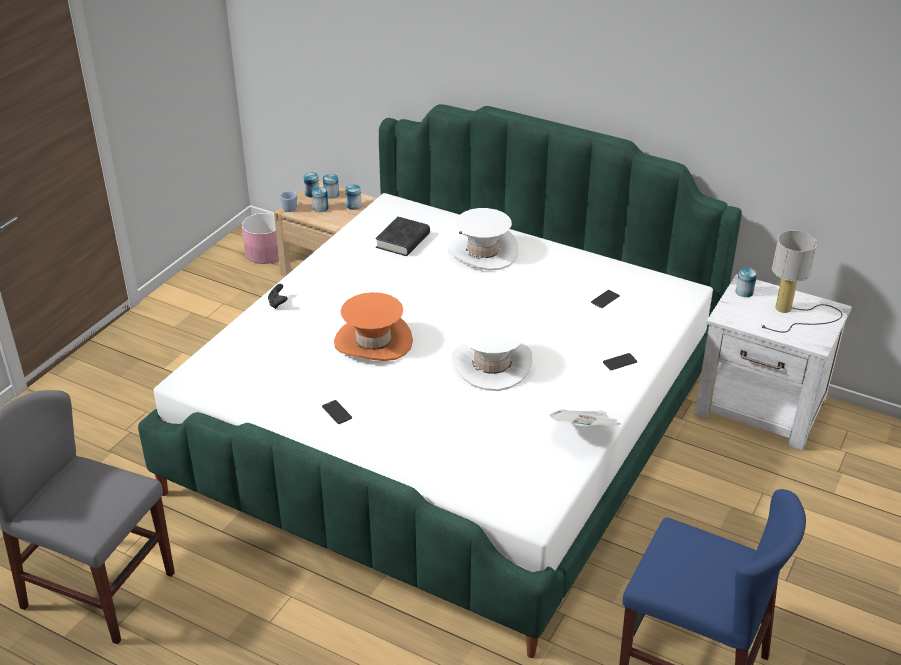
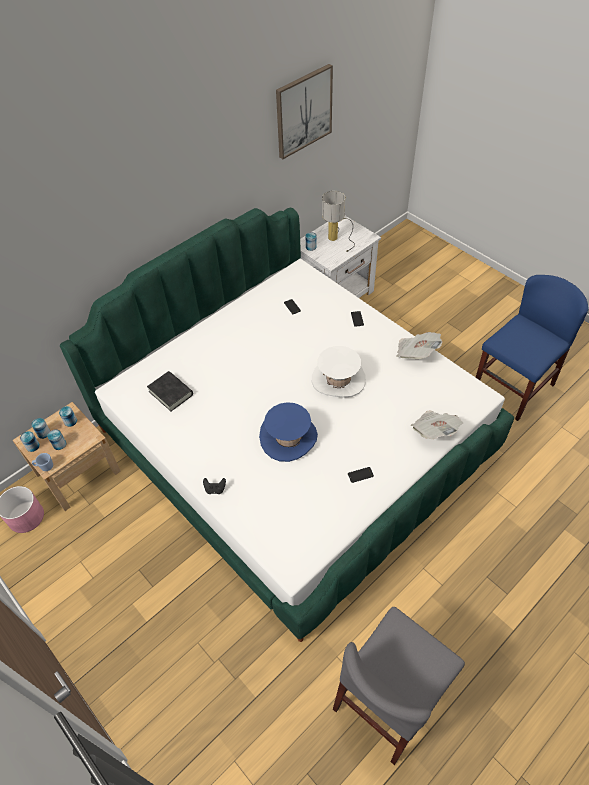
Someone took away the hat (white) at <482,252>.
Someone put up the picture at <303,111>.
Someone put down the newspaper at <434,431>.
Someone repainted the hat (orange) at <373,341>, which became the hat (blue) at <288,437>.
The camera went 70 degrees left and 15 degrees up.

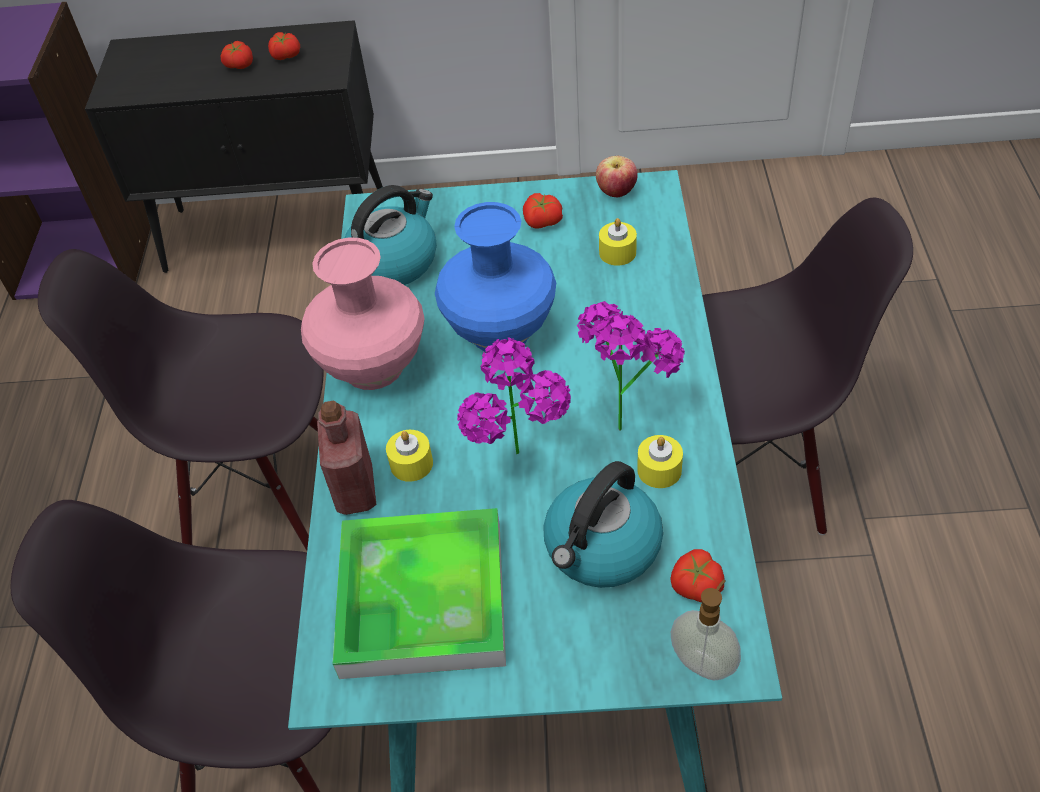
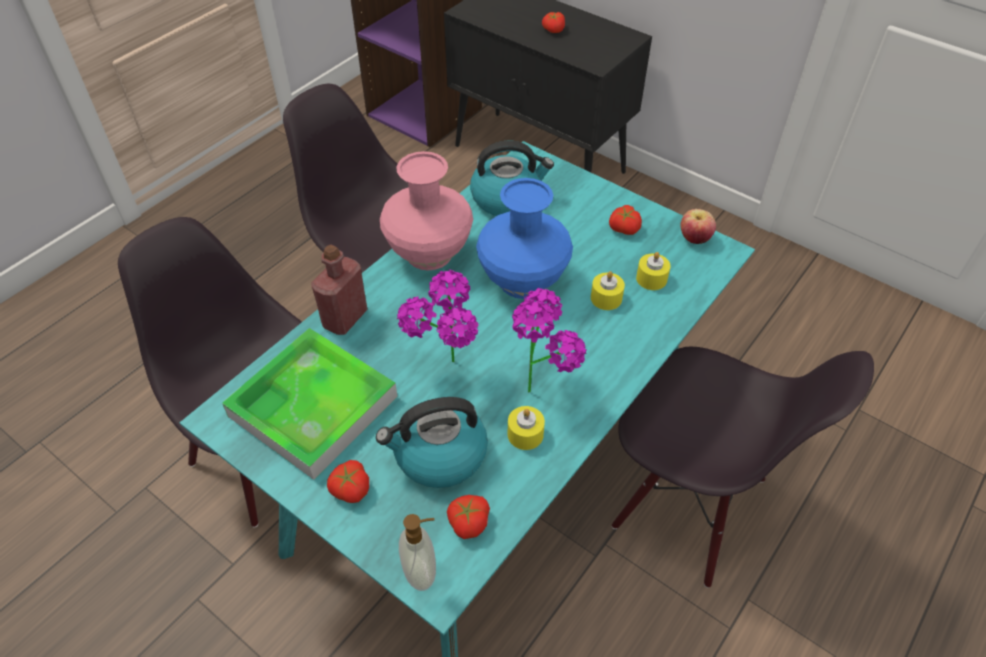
Someone carried the tomato from <285,56> to <350,489>.
Someone carried the candle (yellow) from <411,464> to <606,298>.
The camera went 35 degrees right and 0 degrees up.

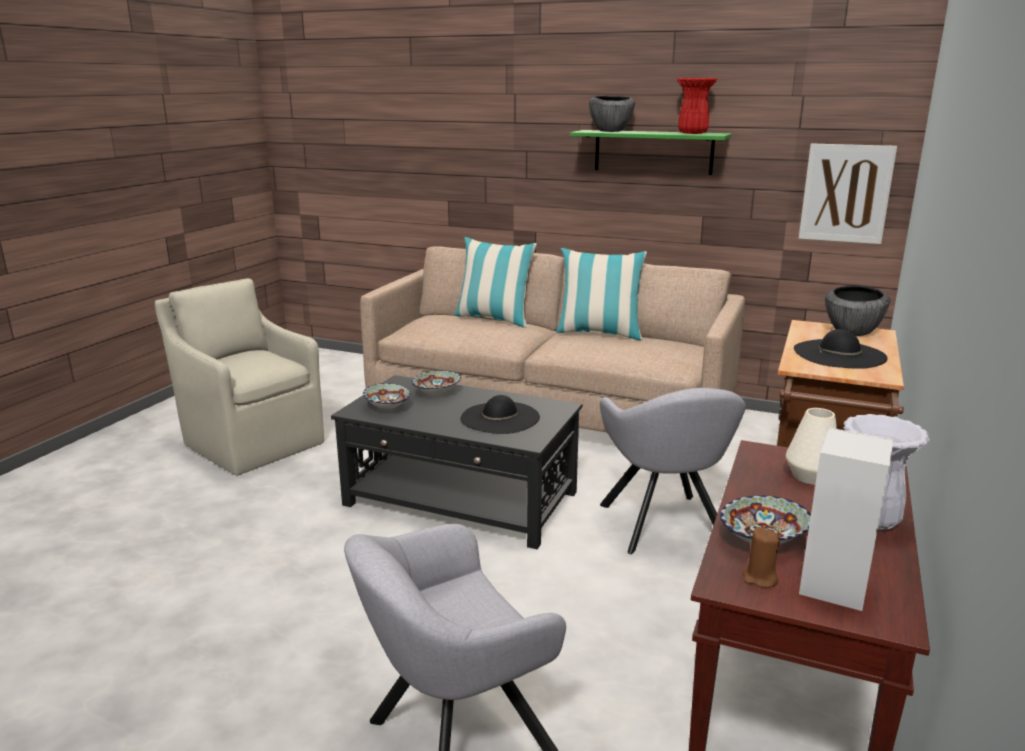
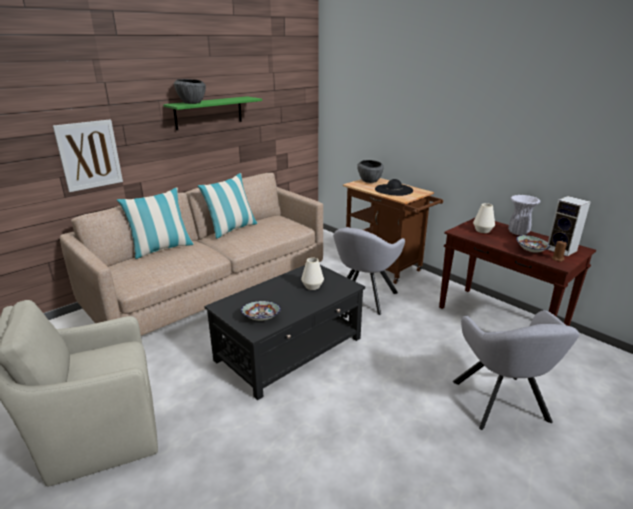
Someone took away the bowl at <436,393>.
Someone took away the vase (red) at <693,133>.
Someone carried the picture from <846,193> to <89,155>.
Someone swapped the hat (black) at <500,418> for the vase (white) at <312,286>.
Someone rotated the armchair (grey) at <664,527> by 105 degrees clockwise.
The camera went 65 degrees left and 5 degrees up.

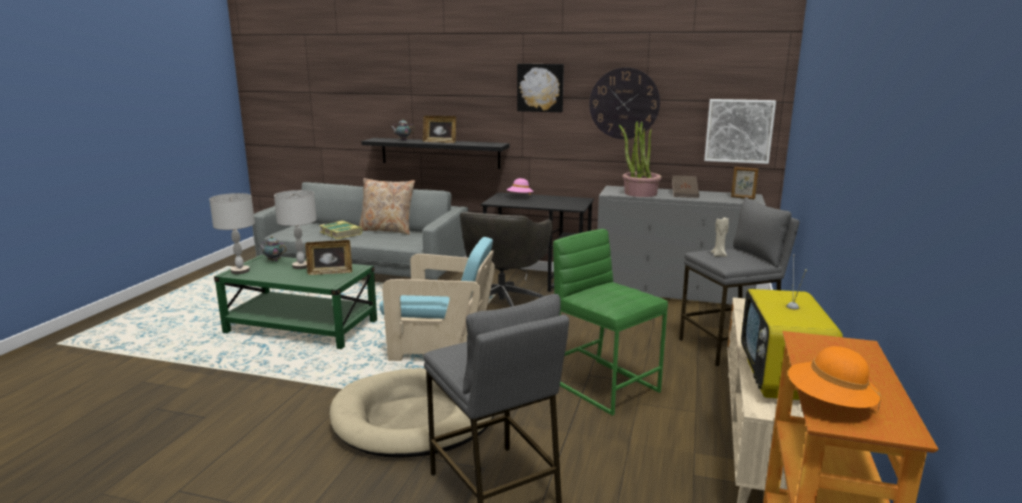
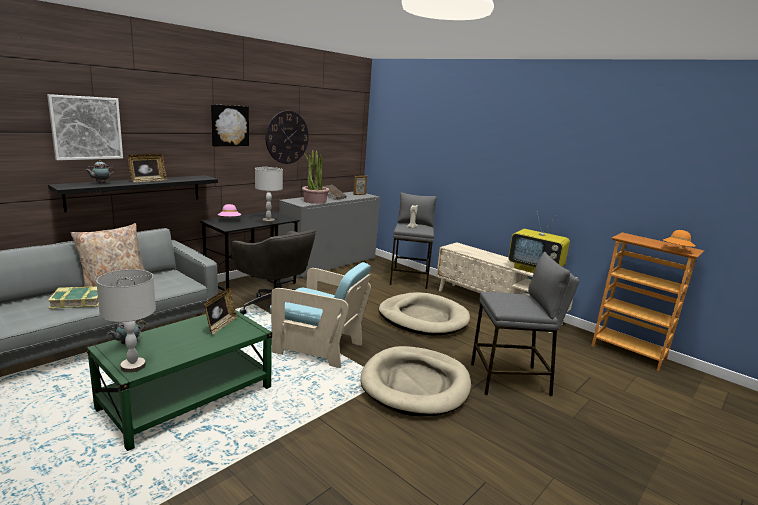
Someone carried the table lamp (grey) from <301,266> to <268,221>.
Someone carried the picture from <739,131> to <86,128>.
Someone swapped the stool (green) at <604,385> for the dog bed (beige) at <423,318>.
Someone rotated the armchair (turquoise) at <440,347> by 75 degrees clockwise.
The camera went 65 degrees left and 0 degrees up.

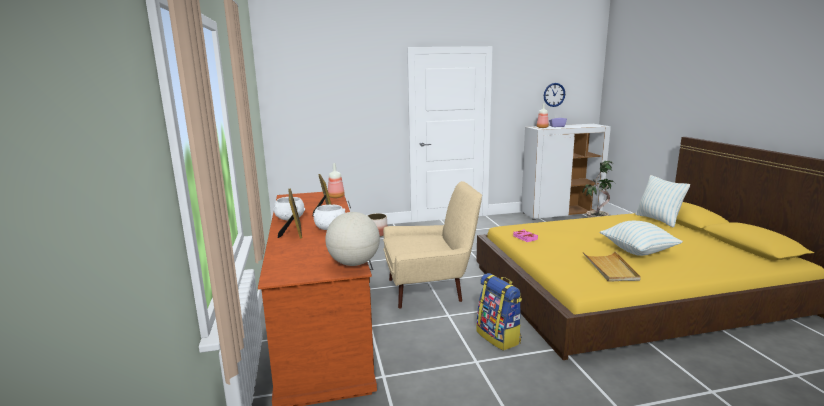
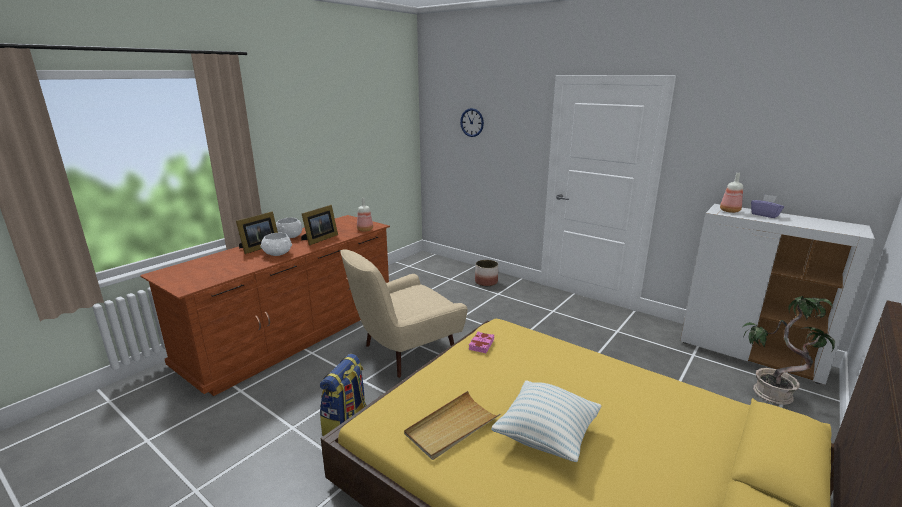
Someone took away the globe at <354,263>.
Someone took away the pillow at <658,220>.
Someone carried the wall clock from <554,94> to <472,122>.
Someone rotated the armchair (beige) at <429,289> by 105 degrees clockwise.
The camera went 50 degrees right and 5 degrees up.

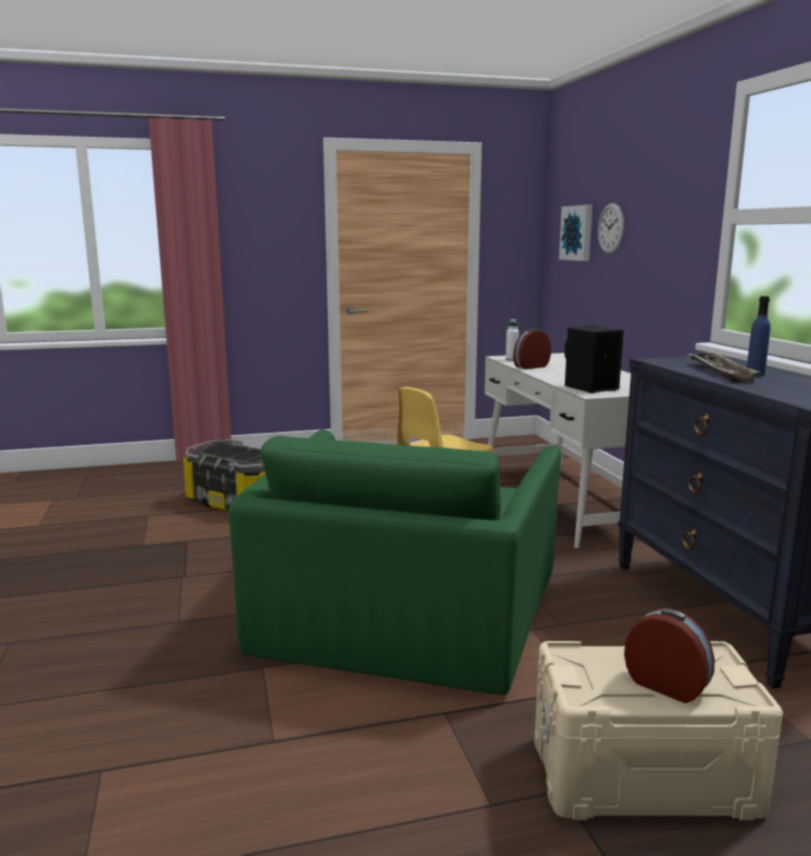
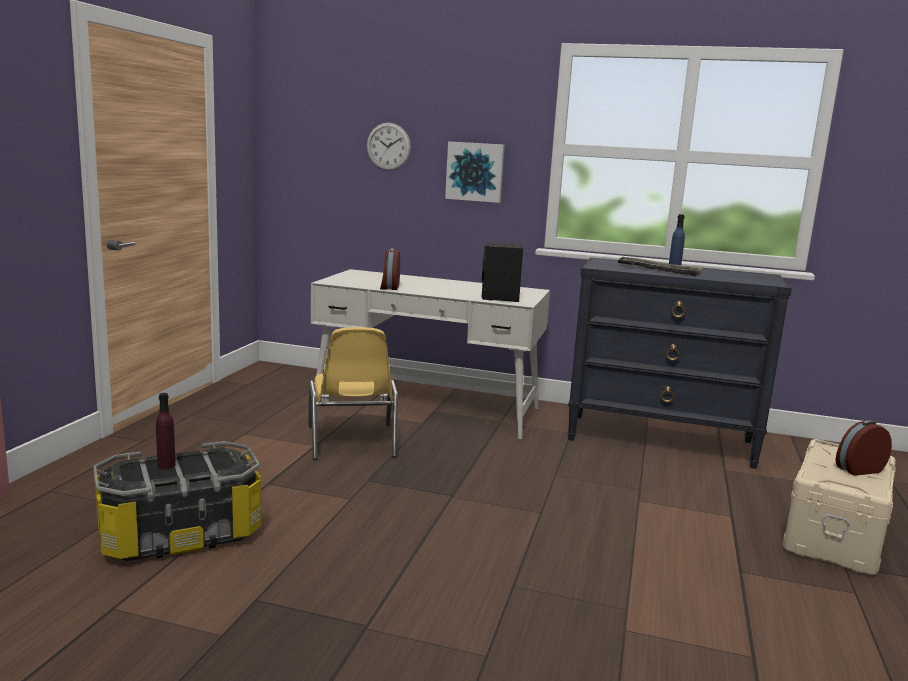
Someone took away the armchair (green) at <405,609>.
Someone took away the bottle (white) at <511,359>.
Someone put down the bottle (purple) at <166,465>.
Someone carried the picture from <578,233> to <475,172>.
The camera went 60 degrees left and 0 degrees up.

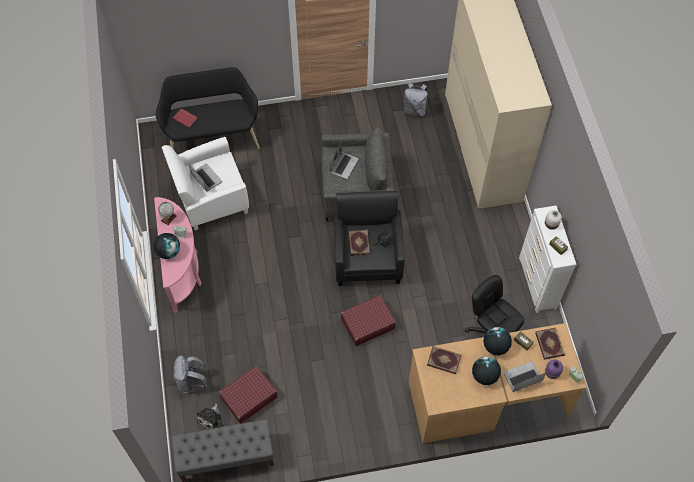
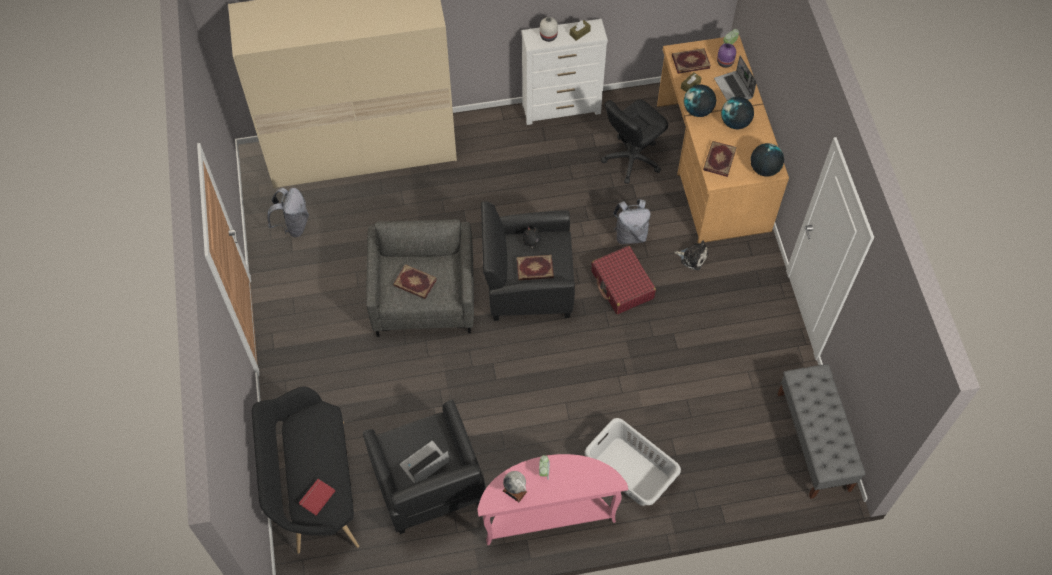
Someone took away the suitcase (red) at <248,397>.
Someone put down the laundry basket (grey) at <630,472>.
Someone carried the globe from <168,252> to <764,169>.
Someone carried the backpack (grey) from <191,382> to <630,234>.
Someone carried the plush toy from <210,418> to <692,257>.
Someone swapped the laptop at <343,165> for the book at <414,283>.
Someone repainted the armchair (white) at <211,198>, which became the armchair (black) at <428,484>.
The camera went 90 degrees left and 0 degrees up.

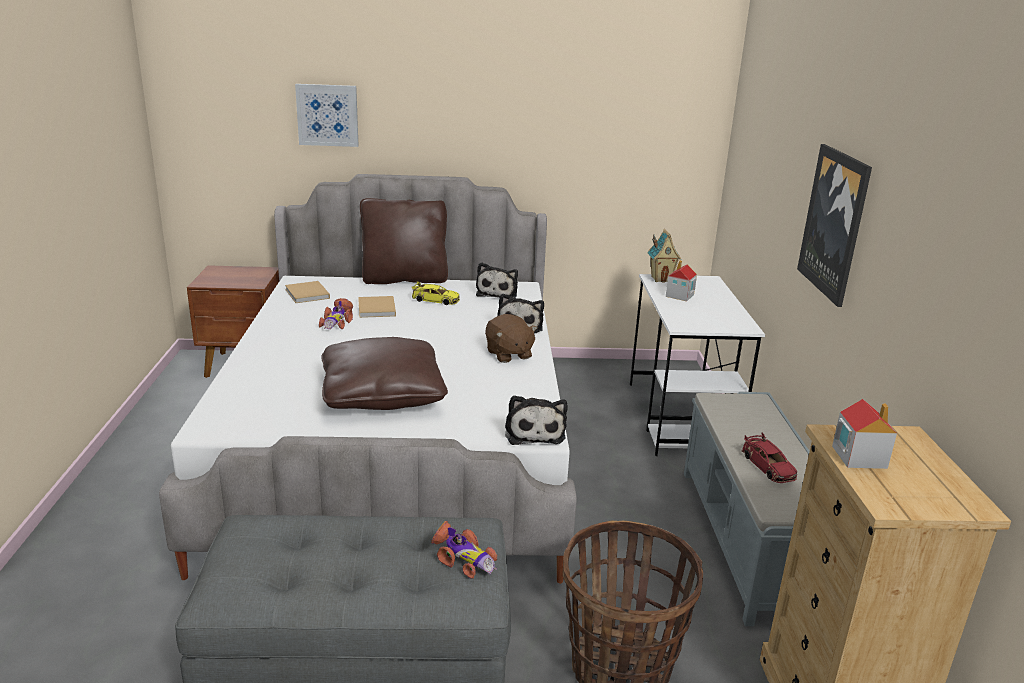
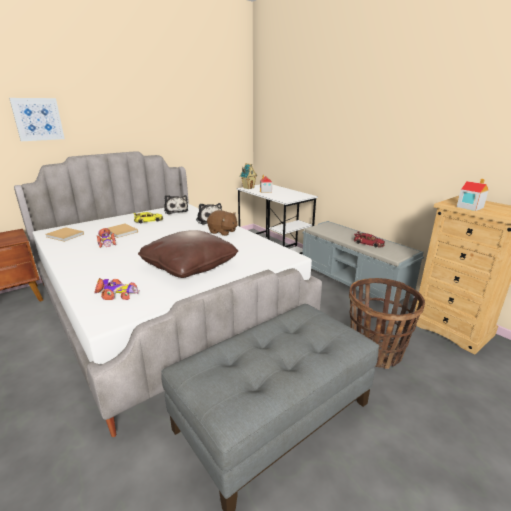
Someone took away the pillow (brown) at <404,279>.
Someone took away the plush toy at <534,432>.
Someone took away the picture at <835,223>.
Someone carried the toy car from <463,558> to <117,294>.
The camera went 35 degrees left and 0 degrees up.

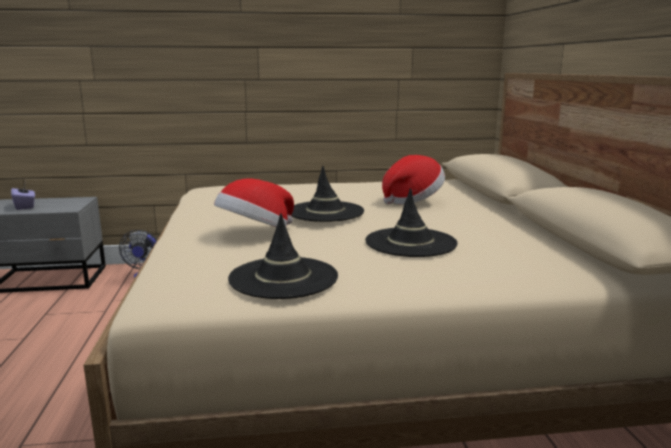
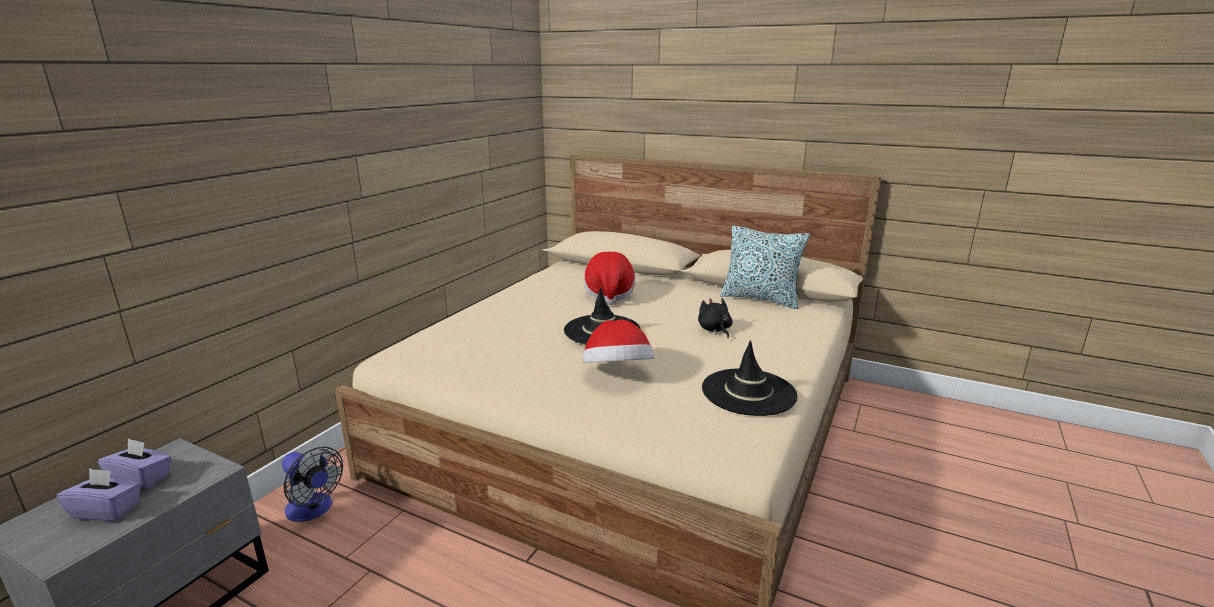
Someone put down the tissue box (purple) at <142,479>.
Someone put down the pillow at <760,299>.
Someone swapped the hat (black) at <410,243> for the plush toy (black) at <715,330>.
The camera went 55 degrees left and 5 degrees up.

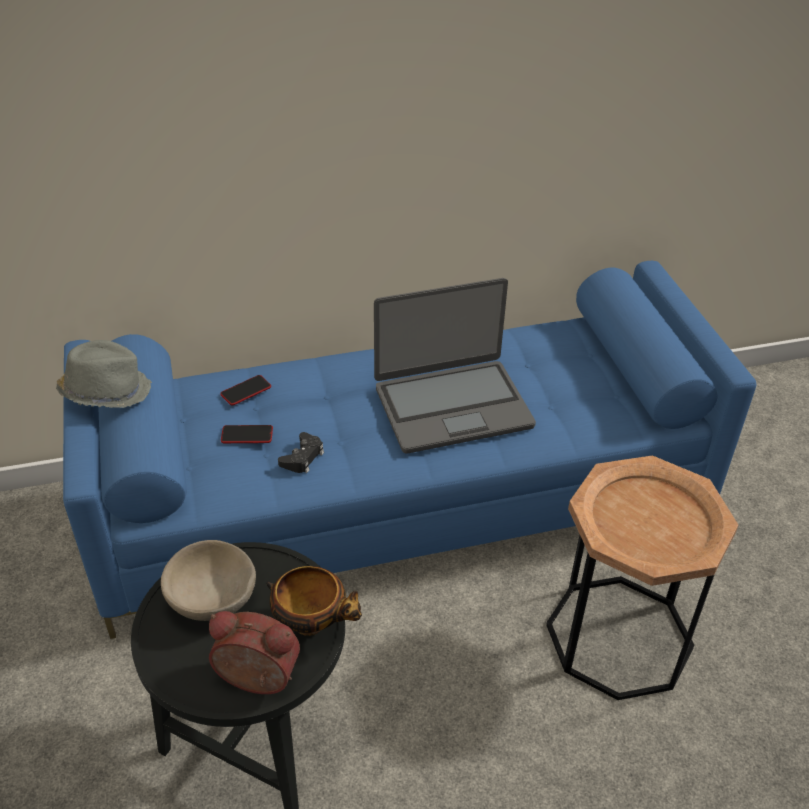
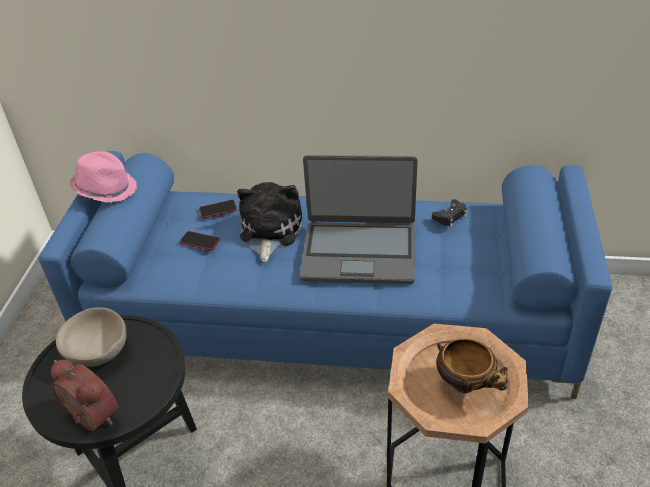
Someone put down the plush toy at <269,231>.
Someone carried the bowl from <313,624> to <466,385>.
Someone carried the game controller (black) from <302,457> to <450,216>.
Someone repainted the hat (grey) at <106,391>, which became the hat (pink) at <106,189>.
The camera went 25 degrees right and 0 degrees up.

